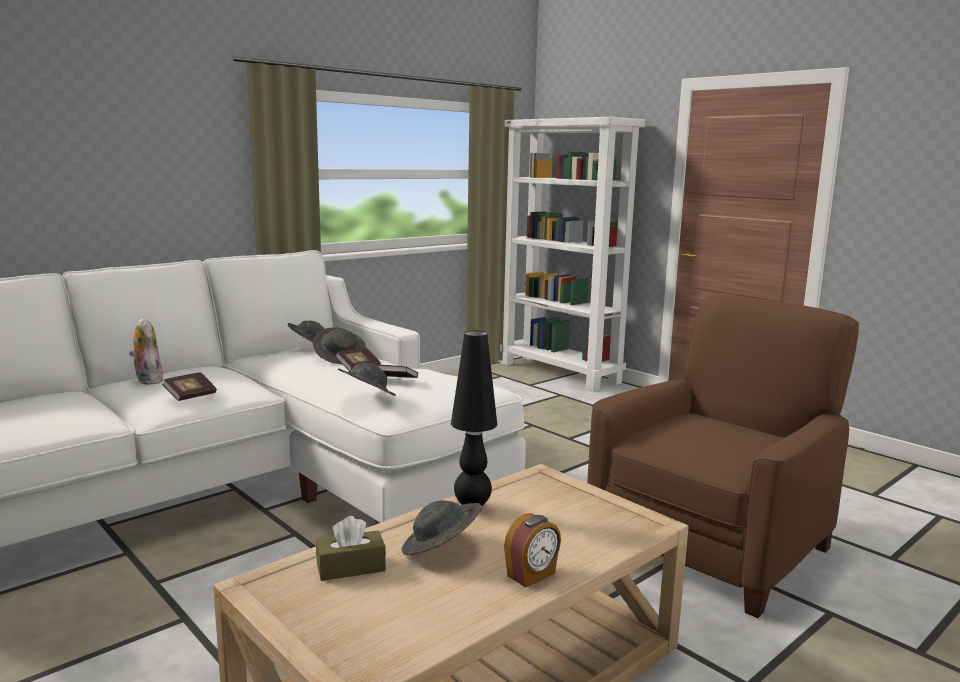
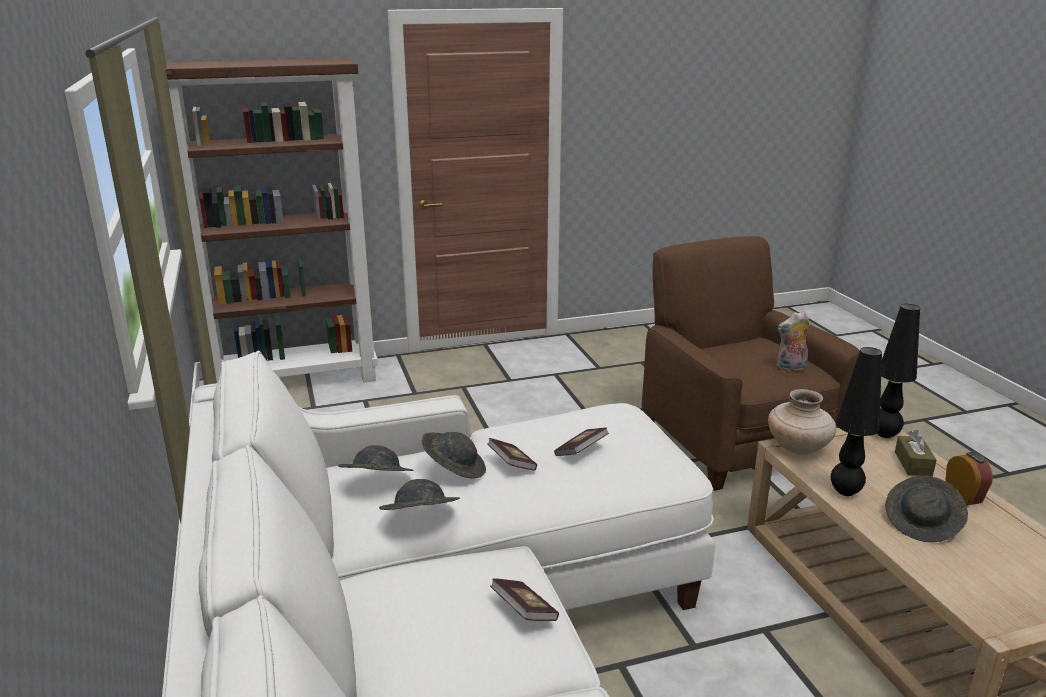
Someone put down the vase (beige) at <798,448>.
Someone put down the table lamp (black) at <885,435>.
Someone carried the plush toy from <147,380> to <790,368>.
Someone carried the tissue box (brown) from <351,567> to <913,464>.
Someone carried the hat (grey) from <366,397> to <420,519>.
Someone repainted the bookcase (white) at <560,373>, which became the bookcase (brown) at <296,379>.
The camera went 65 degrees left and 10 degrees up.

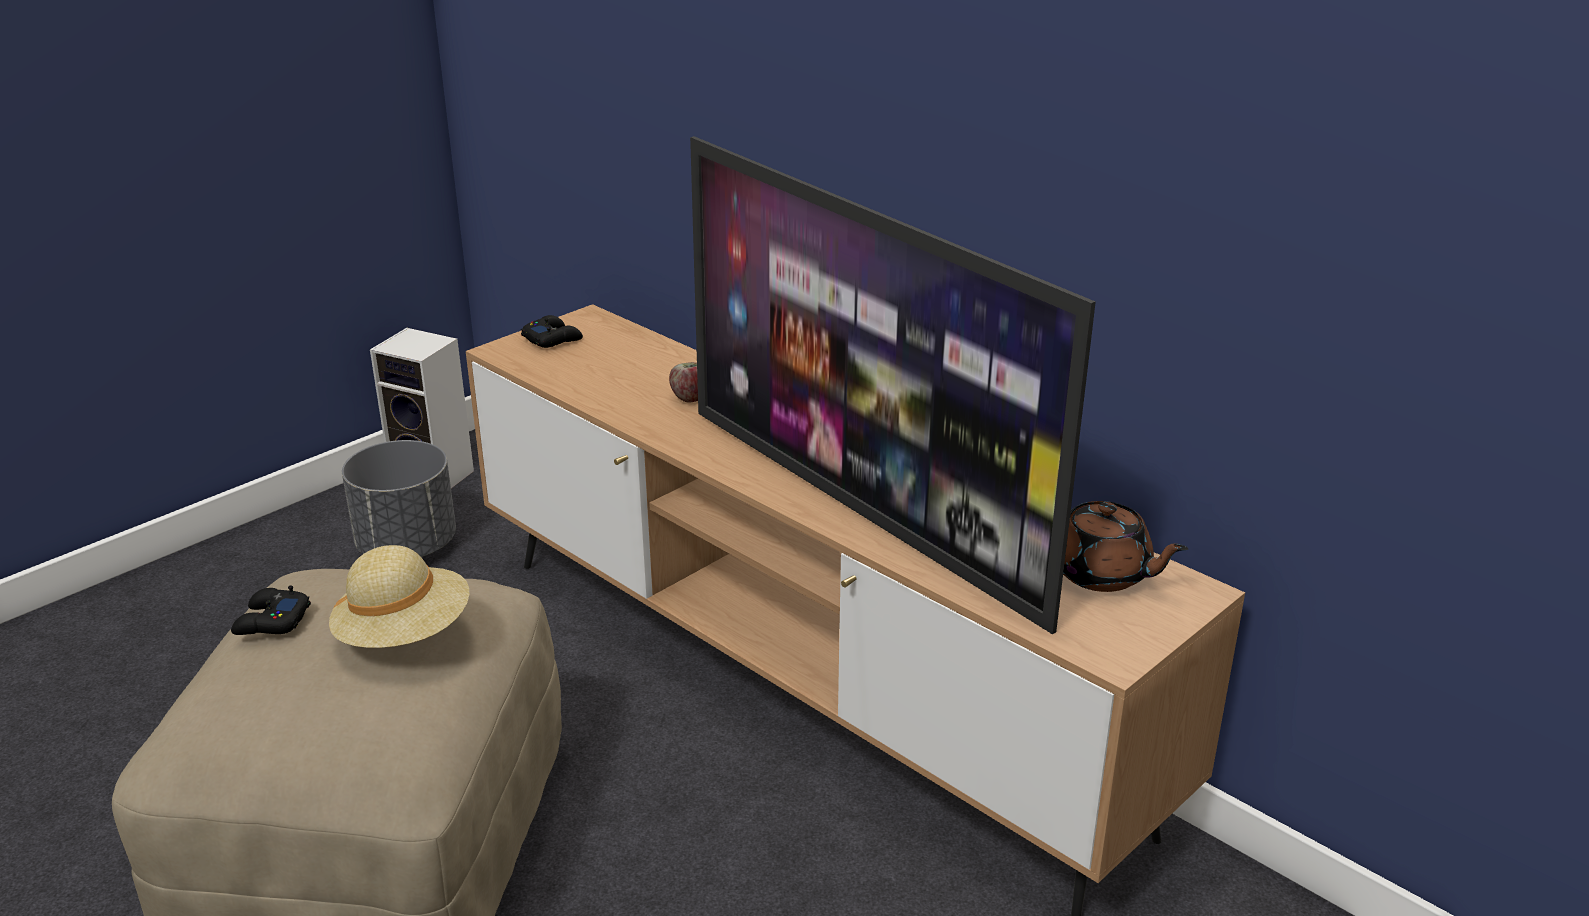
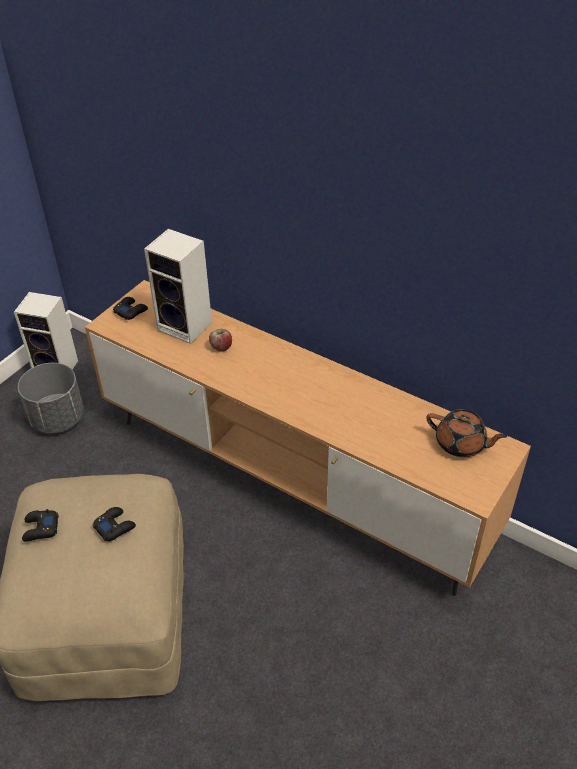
Someone took away the television at <864,509>.
Someone put down the speaker at <187,326>.
Someone swapped the hat (beige) at <404,634> for the game controller (black) at <115,526>.
The camera went 10 degrees left and 15 degrees up.

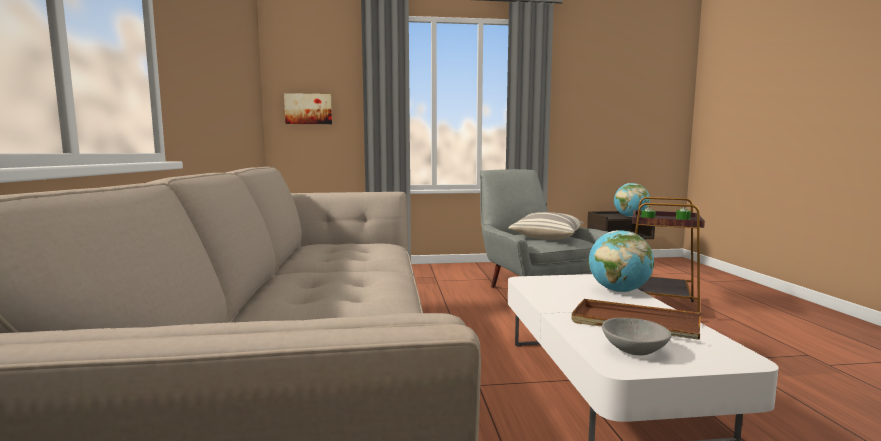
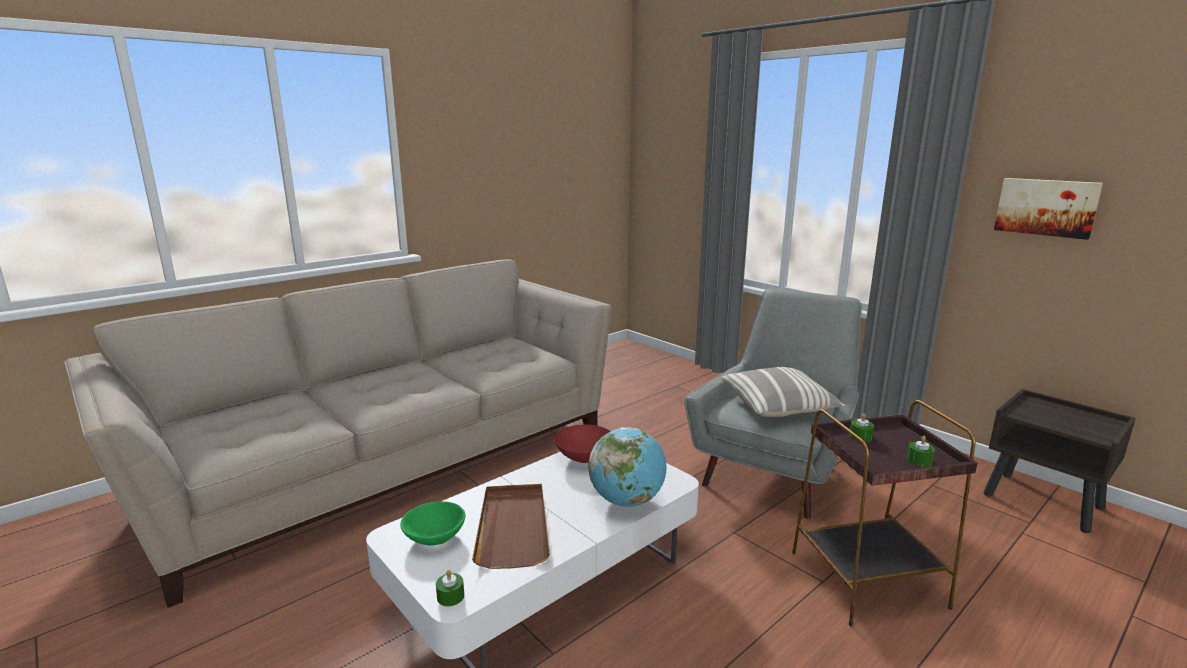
Someone took away the globe at <630,217>.
Someone put down the candle (green) at <450,596>.
Someone put down the bowl (red) at <583,458>.
Someone carried the picture from <308,109> to <1046,207>.
Someone repainted the bowl (grey) at <634,350>, which became the bowl (green) at <435,537>.
The camera went 55 degrees right and 10 degrees up.

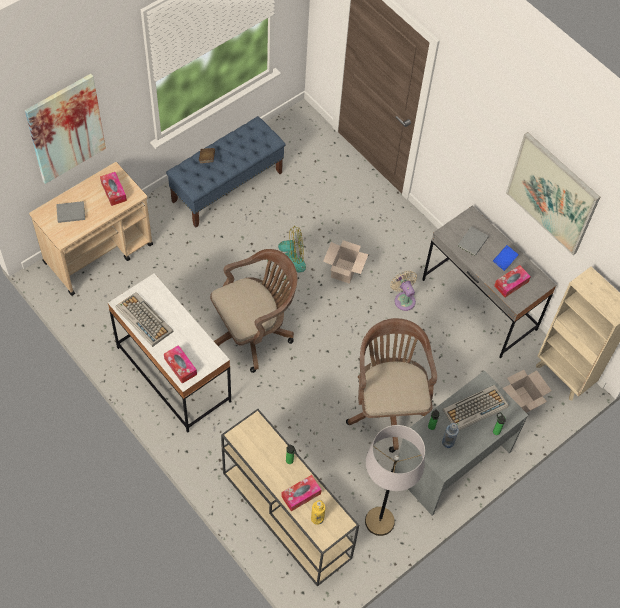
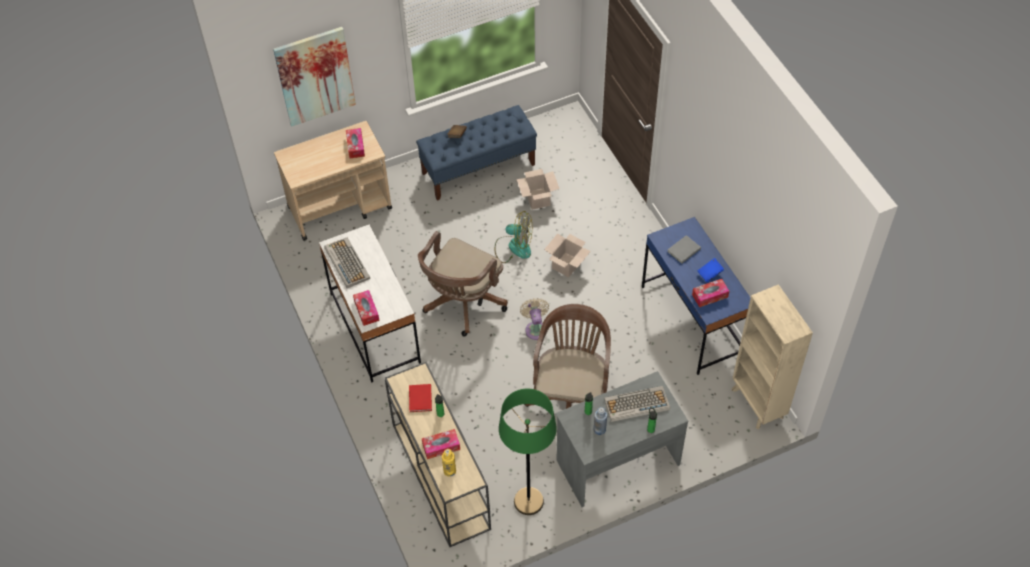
Someone took away the book (grey) at <70,212>.
Someone took away the picture at <552,193>.
Someone put down the book (red) at <420,399>.
Someone carried the fan (beige) from <403,299> to <535,328>.
Someone carried the cardboard box from <521,400> to <537,198>.
Someone repainted the floor lamp (grey) at <379,521>, which became the floor lamp (green) at <528,501>.
Someone repainted the desk (grey) at <479,305>, which became the desk (blue) at <691,321>.
Someone rotated the office chair (brown) at <254,331> by 135 degrees clockwise.
The camera went 20 degrees right and 5 degrees down.

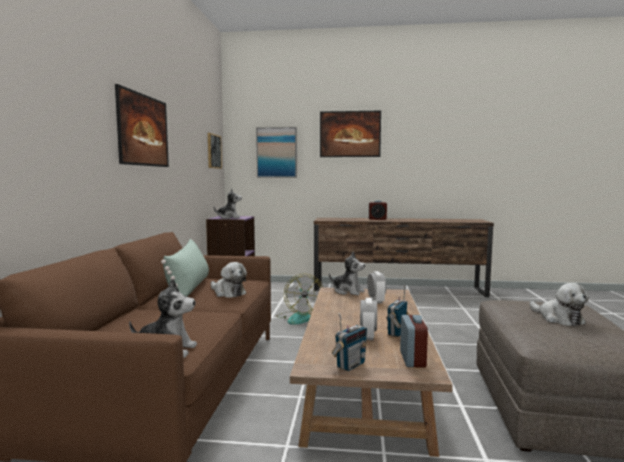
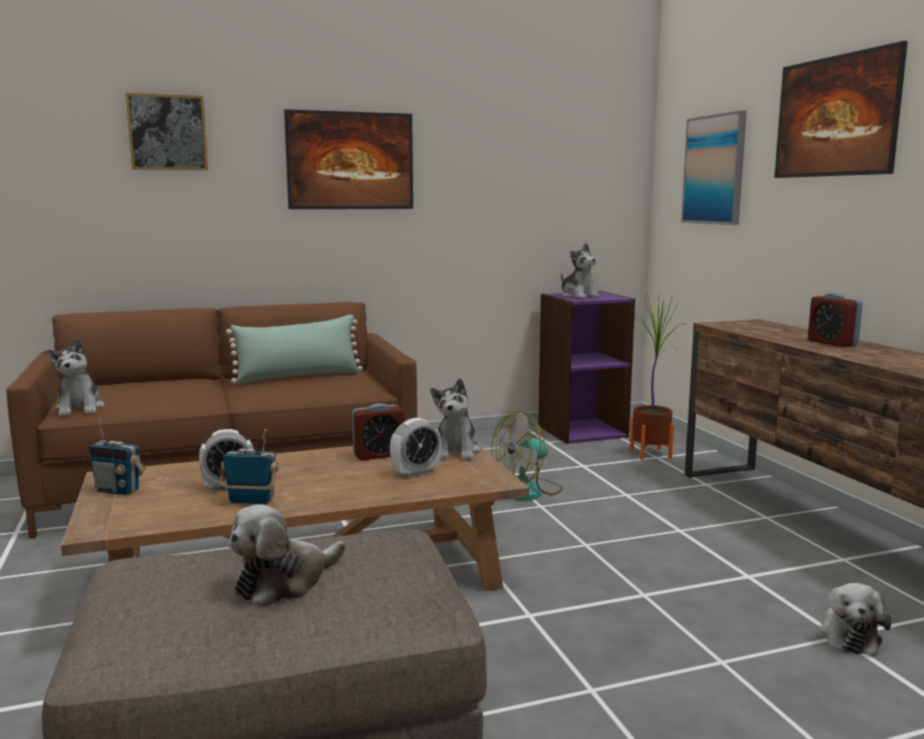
Someone put down the potted plant at <651,454>.
Someone carried the picture from <213,151> to <167,132>.
Someone carried the plush toy from <228,293> to <848,635>.
Someone carried the alarm clock from <412,359> to <379,455>.
The camera went 65 degrees right and 5 degrees up.

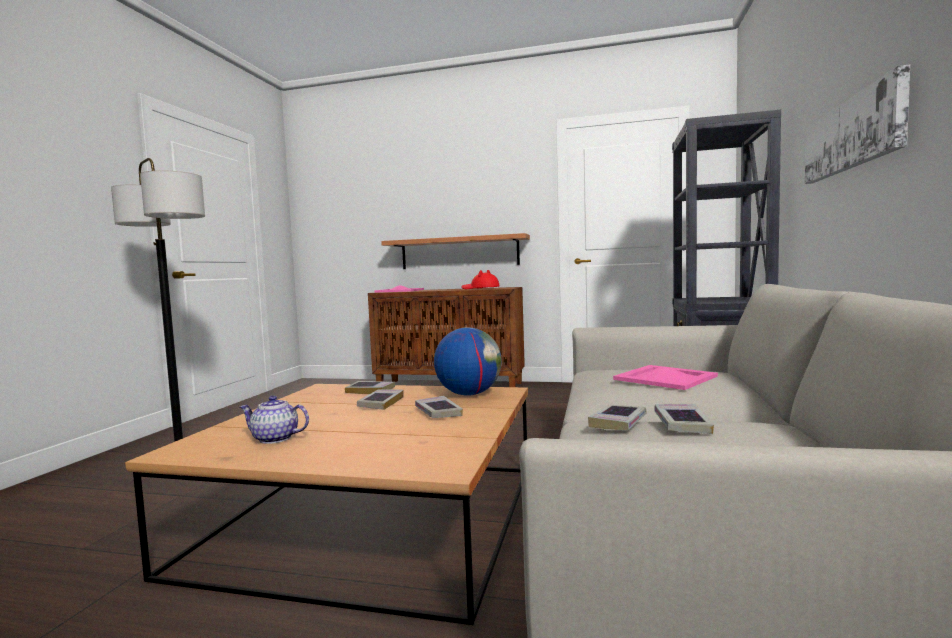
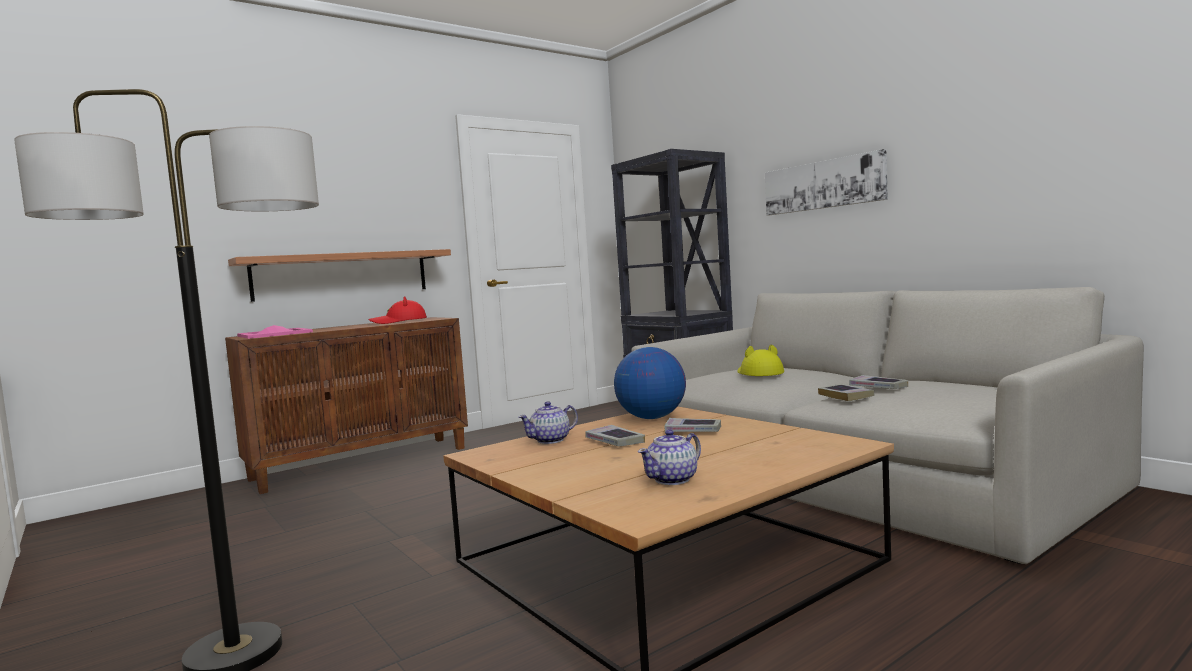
Someone swapped the book at <370,391> for the teapot at <551,440>.
Someone swapped the tray (pink) at <664,378> for the hat (yellow) at <759,373>.
The camera went 50 degrees left and 0 degrees up.

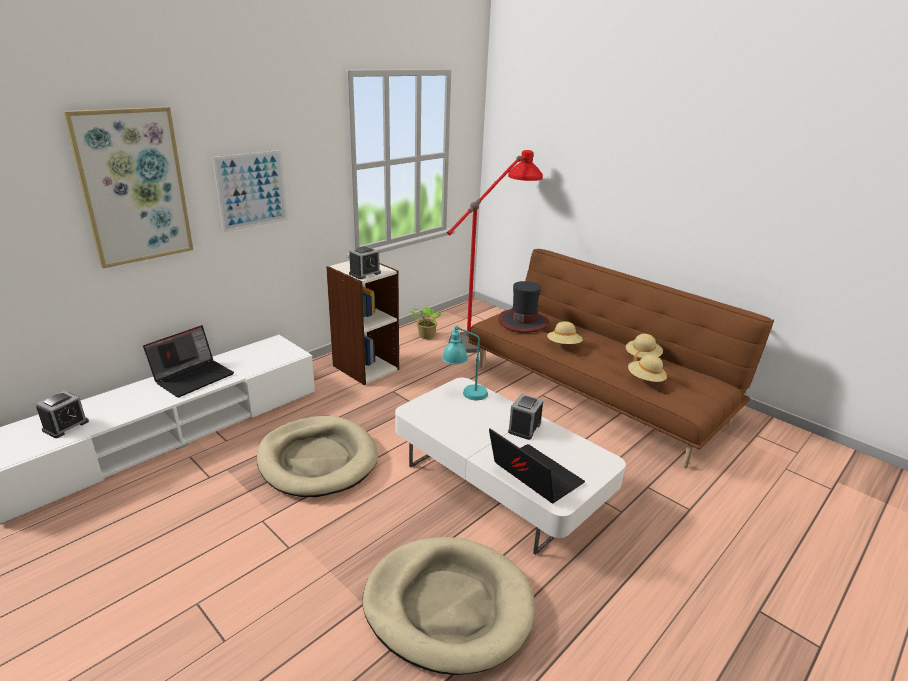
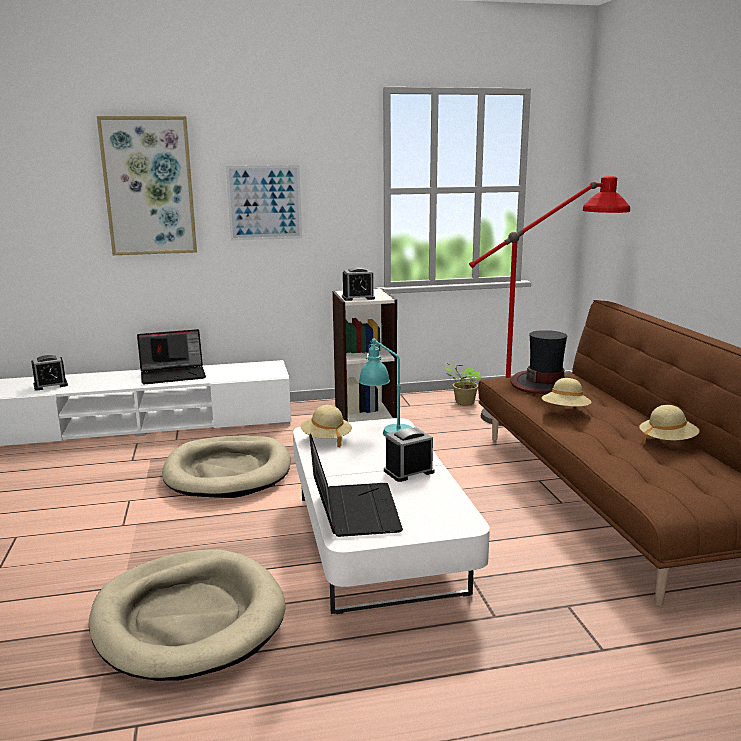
Someone carried the hat (beige) from <645,379> to <326,439>.
The camera went 35 degrees right and 10 degrees down.

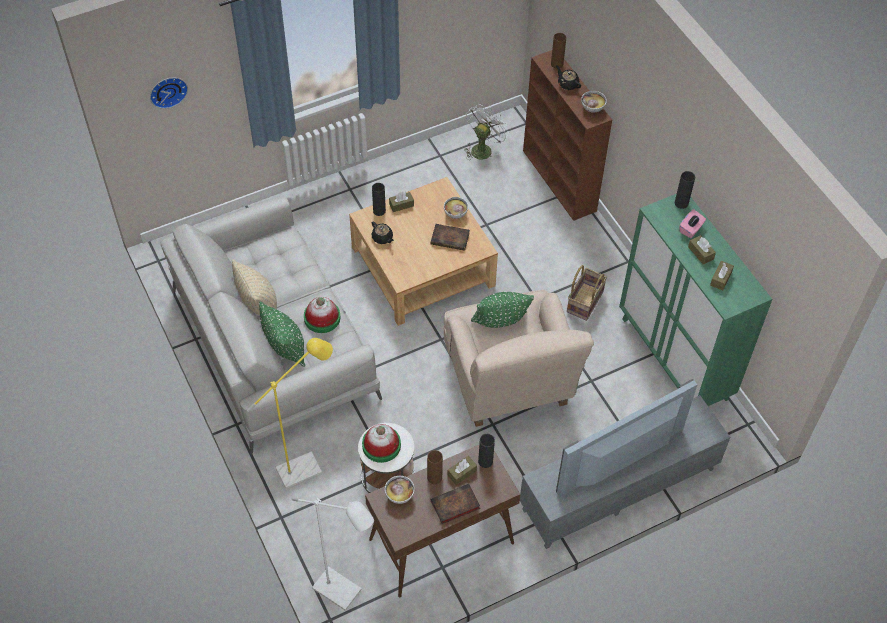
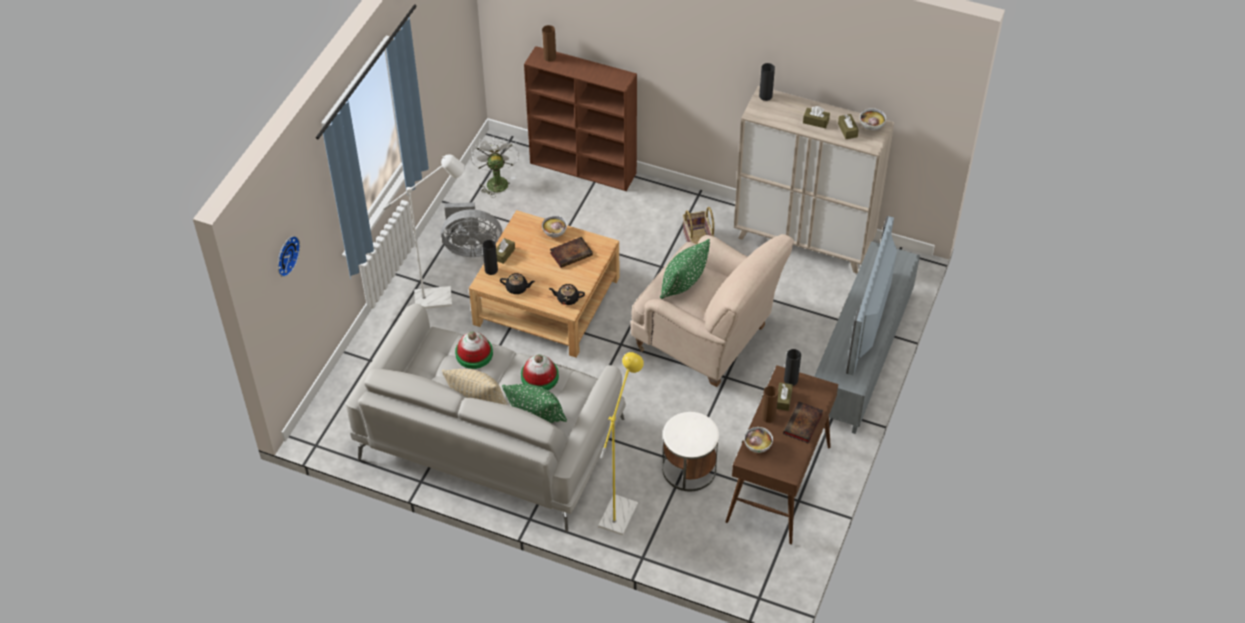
Someone took away the tissue box (pink) at <691,229>.
Someone put down the fan (grey) at <471,248>.
Someone carried the floor lamp (white) from <344,593> to <441,297>.
Someone carried the hat from <381,445> to <474,354>.
Someone carried the teapot (black) from <567,84> to <567,299>.
Someone carried the bowl from <592,108> to <871,126>.
Someone repainted the cabinet (green) at <674,358>, which became the cabinet (beige) at <804,241>.
The camera went 40 degrees left and 5 degrees down.

